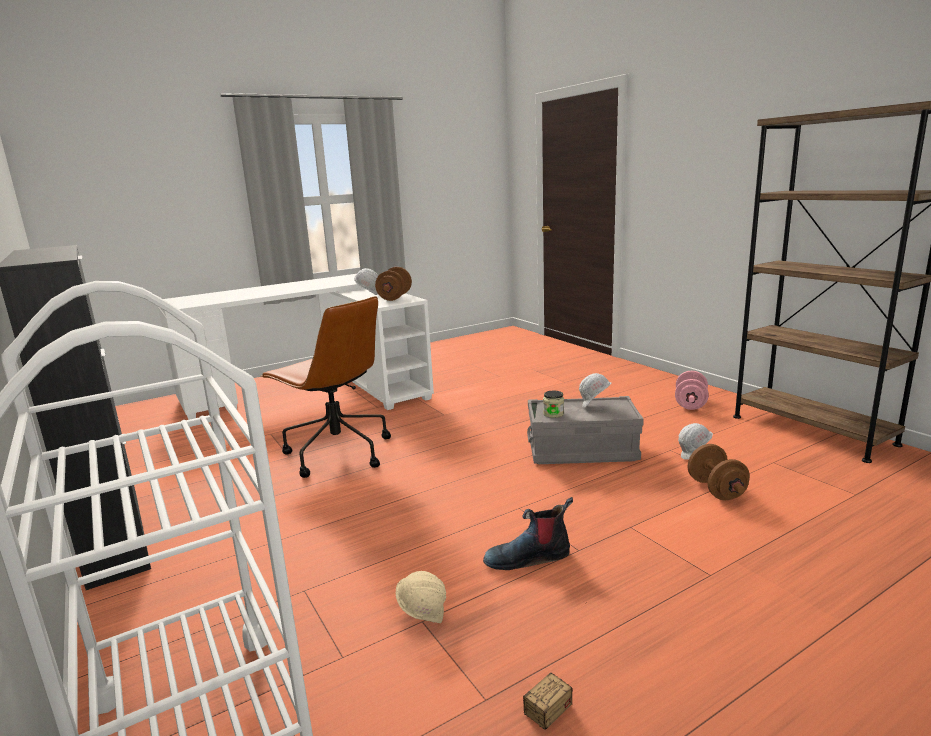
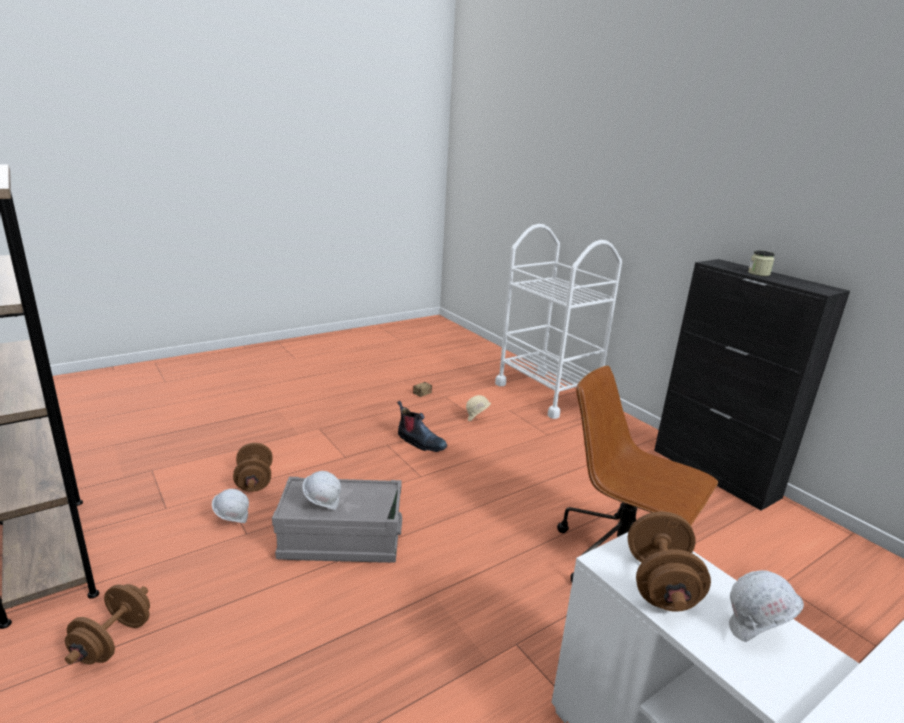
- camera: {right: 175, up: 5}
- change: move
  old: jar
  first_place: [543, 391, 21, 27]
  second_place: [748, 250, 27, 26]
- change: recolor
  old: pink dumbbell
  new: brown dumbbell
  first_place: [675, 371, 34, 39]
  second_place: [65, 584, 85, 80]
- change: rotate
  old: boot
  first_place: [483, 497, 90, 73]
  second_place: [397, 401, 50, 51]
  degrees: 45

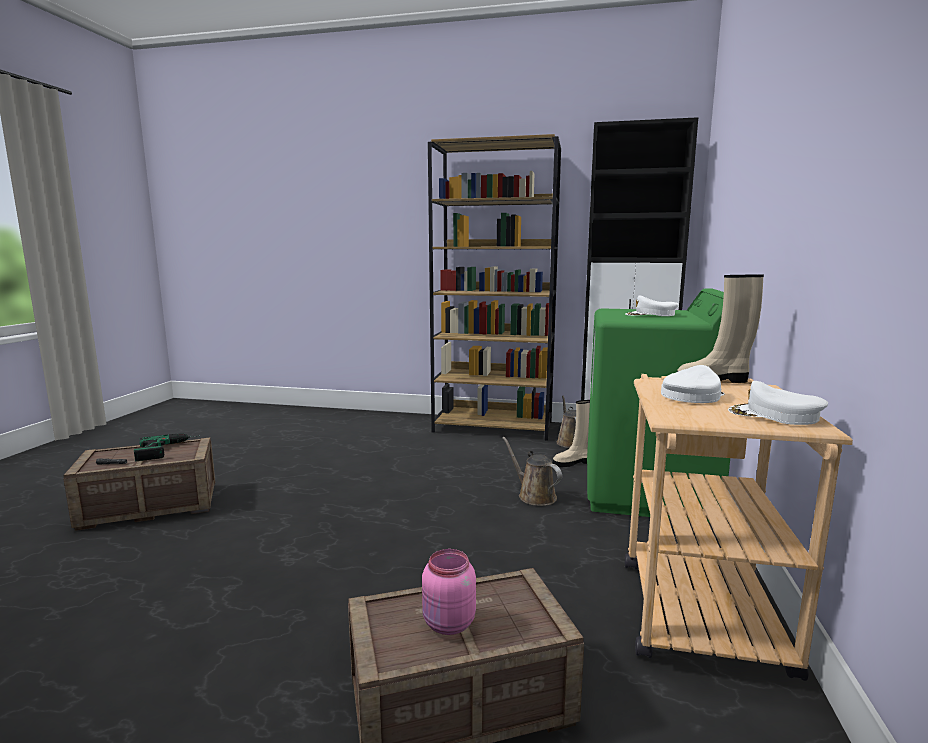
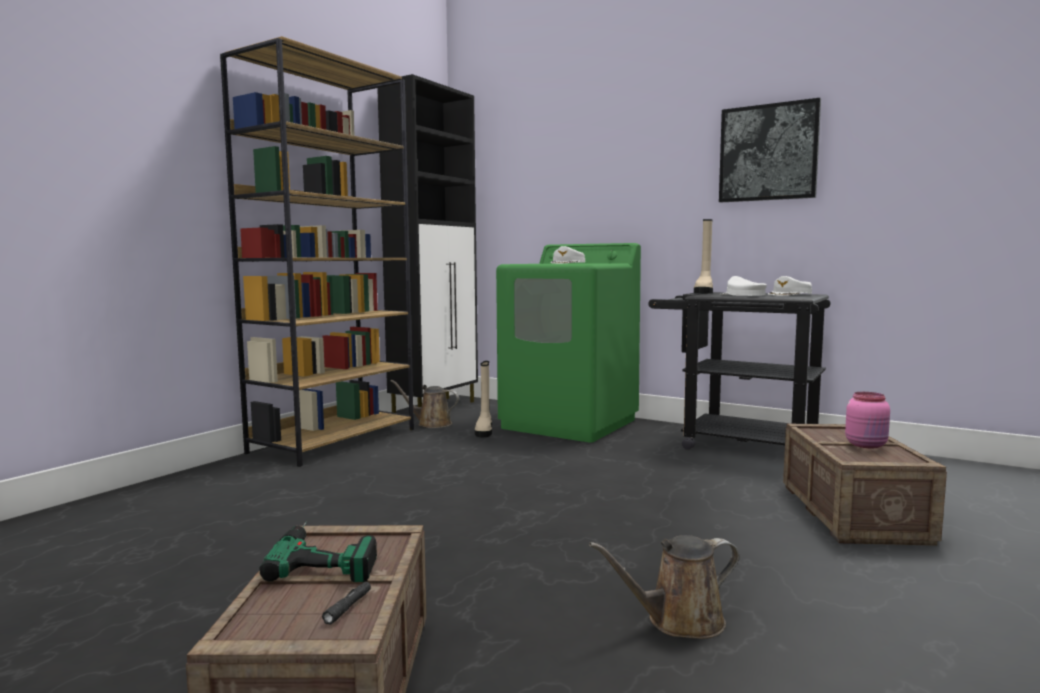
- camera: {right: -70, up: -5}
- change: insert
  new: picture
  second_place: [719, 98, 102, 105]
- change: move
  old: brown watering can
  first_place: [502, 437, 60, 69]
  second_place: [589, 535, 150, 104]
- change: recolor
  old: beige cart
  new: black cart
  first_place: [625, 374, 228, 307]
  second_place: [648, 292, 183, 158]

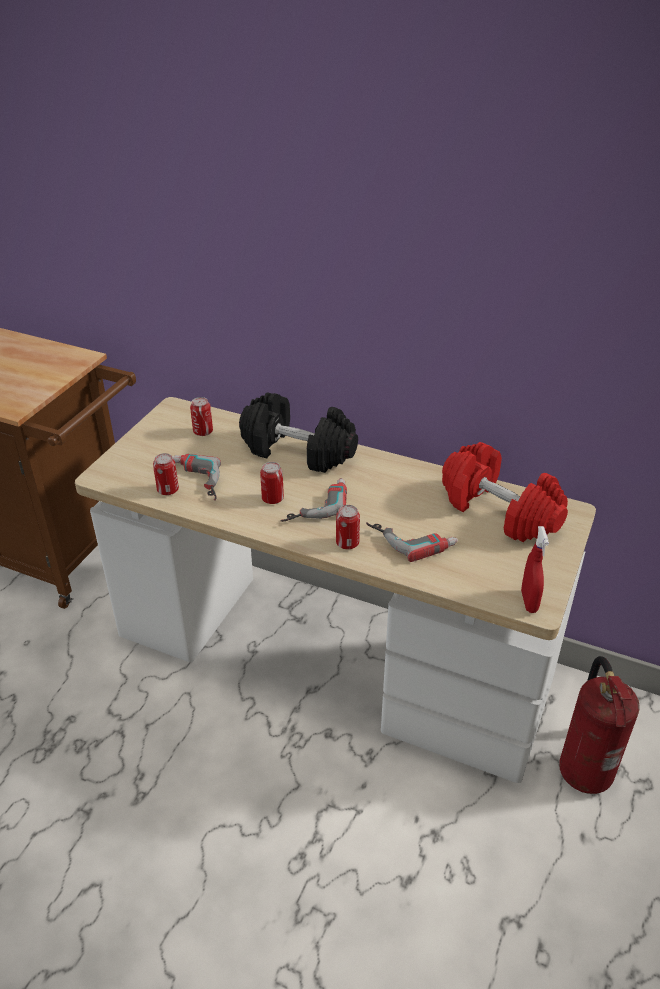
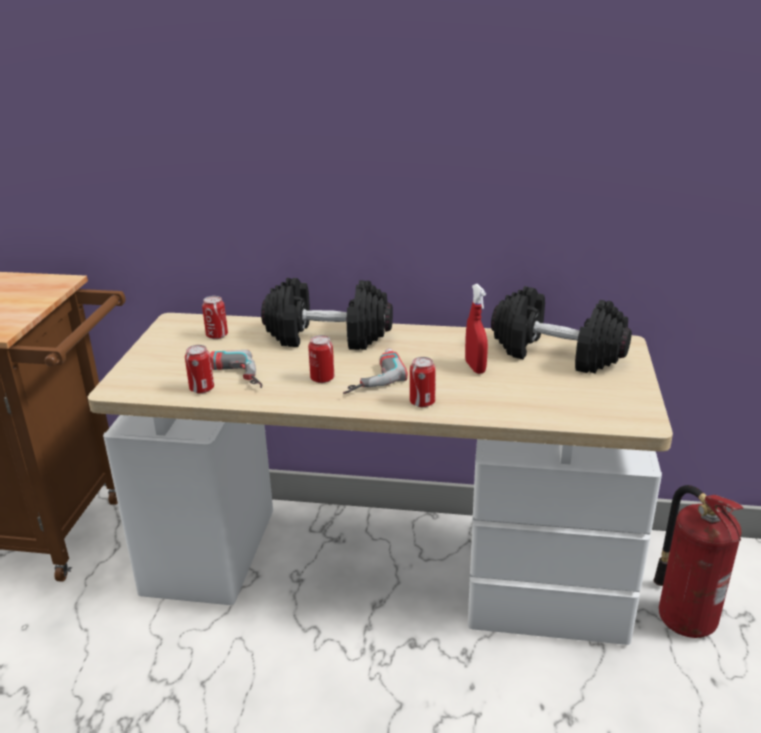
- camera: {right: -15, up: -10}
- change: delete
  old: power drill
  first_place: [366, 522, 92, 40]
- change: move
  old: red spray bottle
  first_place: [521, 526, 28, 87]
  second_place: [465, 284, 23, 90]
- change: recolor
  old: red dumbbell
  new: black dumbbell
  first_place: [442, 442, 126, 100]
  second_place: [491, 286, 141, 87]

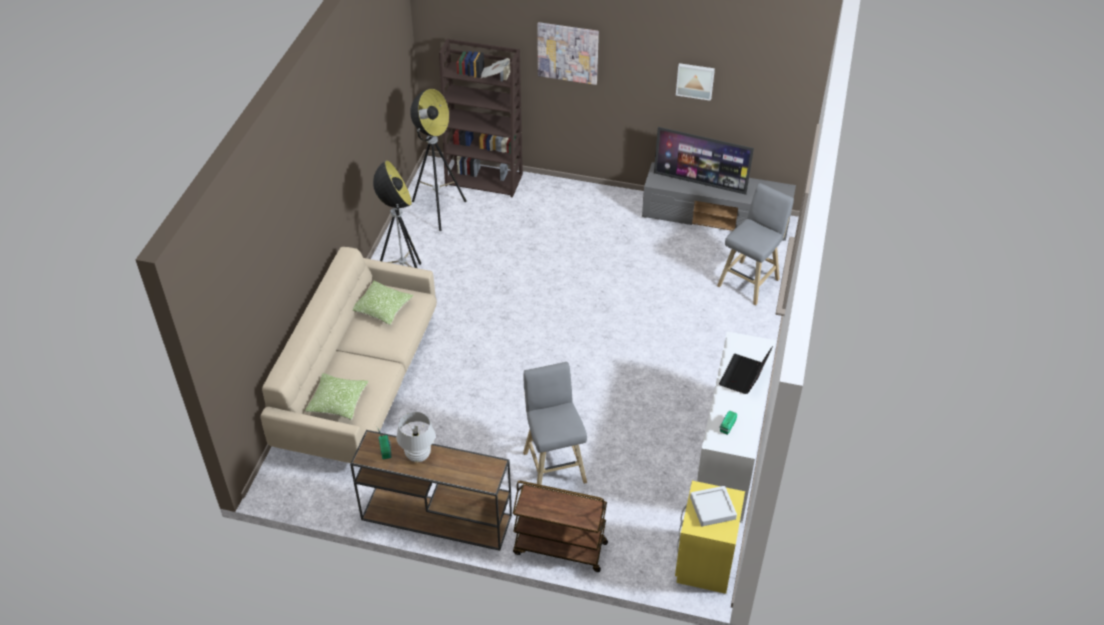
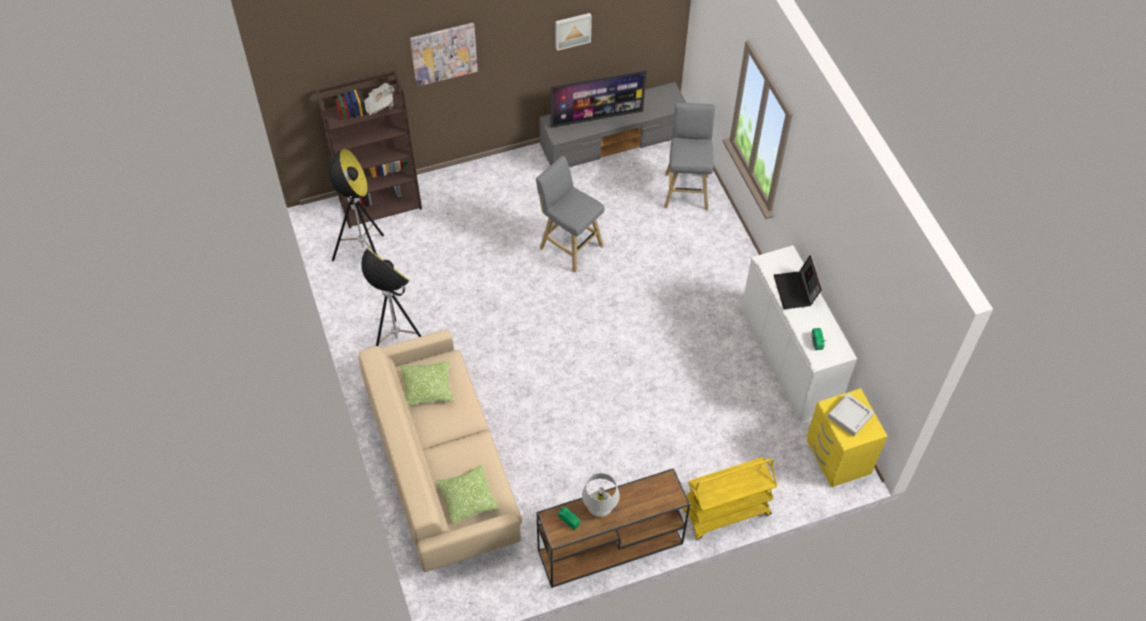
- camera: {right: -35, up: 10}
- change: move
  old: grey stool
  first_place: [523, 362, 64, 126]
  second_place: [536, 156, 69, 117]
- change: recolor
  old: brown cart
  new: yellow cart
  first_place: [513, 481, 95, 91]
  second_place: [683, 457, 94, 82]

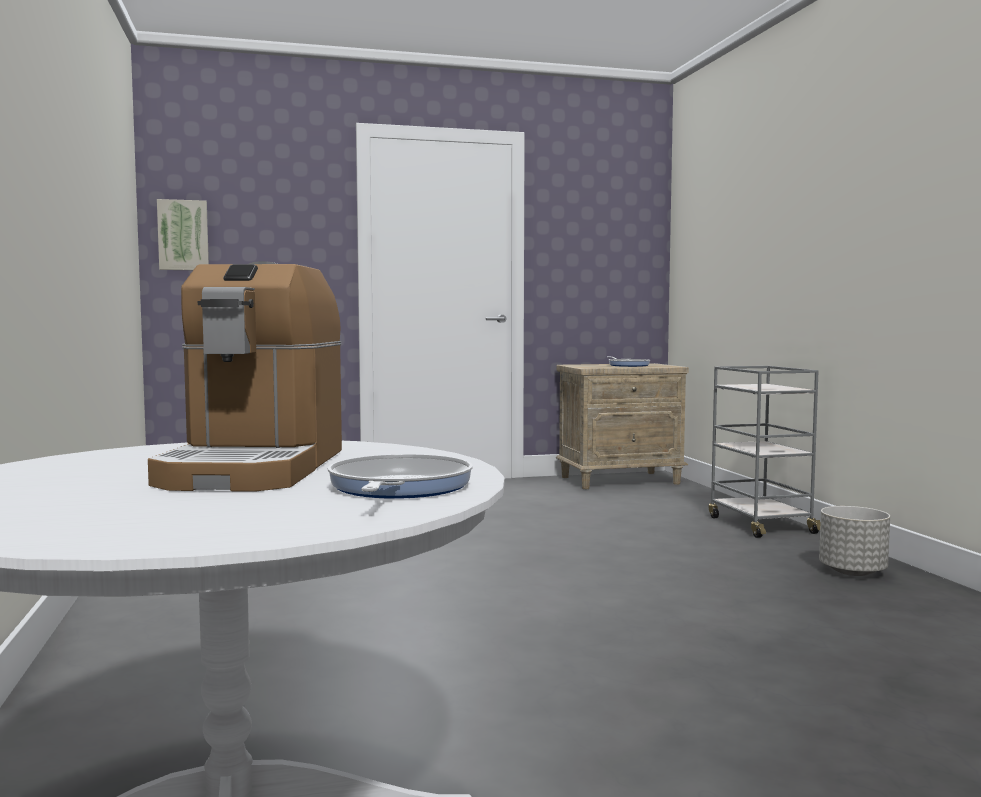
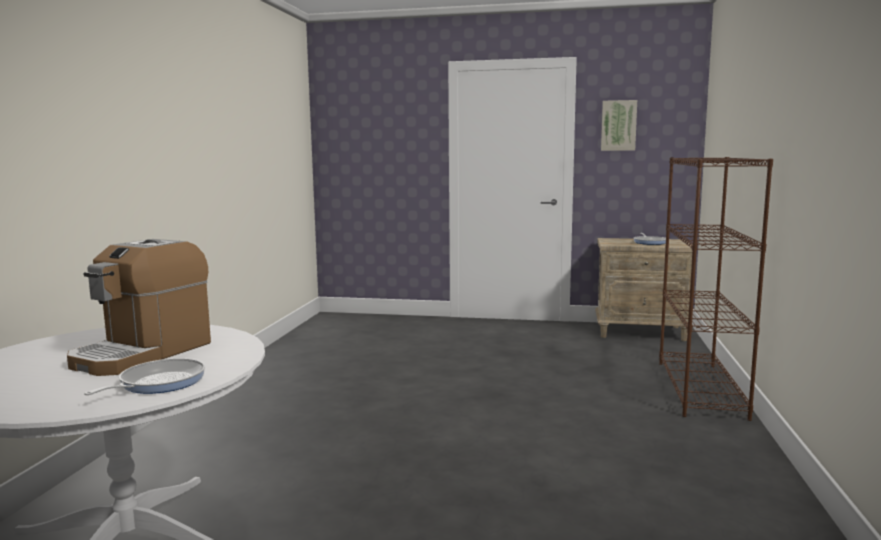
- camera: {right: 25, up: 5}
- change: delete
  old: grey planter
  first_place: [819, 506, 71, 70]
- change: move
  old: picture
  first_place: [157, 199, 52, 71]
  second_place: [601, 100, 36, 51]
- change: replace
  old: grey cart
  new: brown bookcase
  first_place: [709, 366, 111, 172]
  second_place: [659, 157, 114, 264]

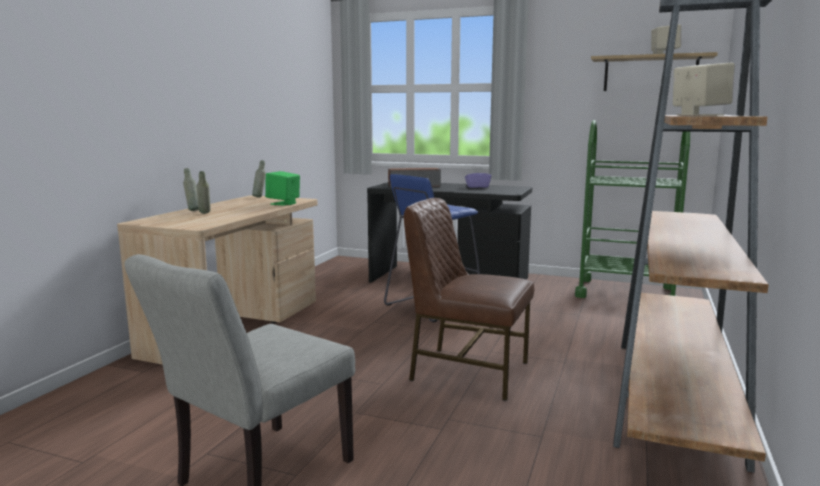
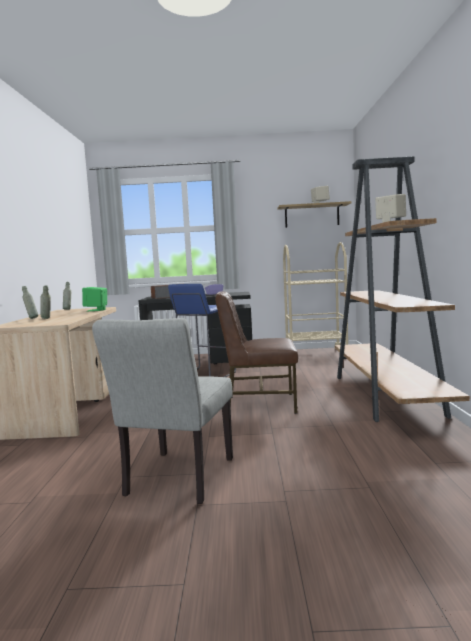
- camera: {right: -20, up: -5}
- change: recolor
  old: green cart
  new: beige cart
  first_place: [575, 120, 115, 178]
  second_place: [283, 242, 65, 103]

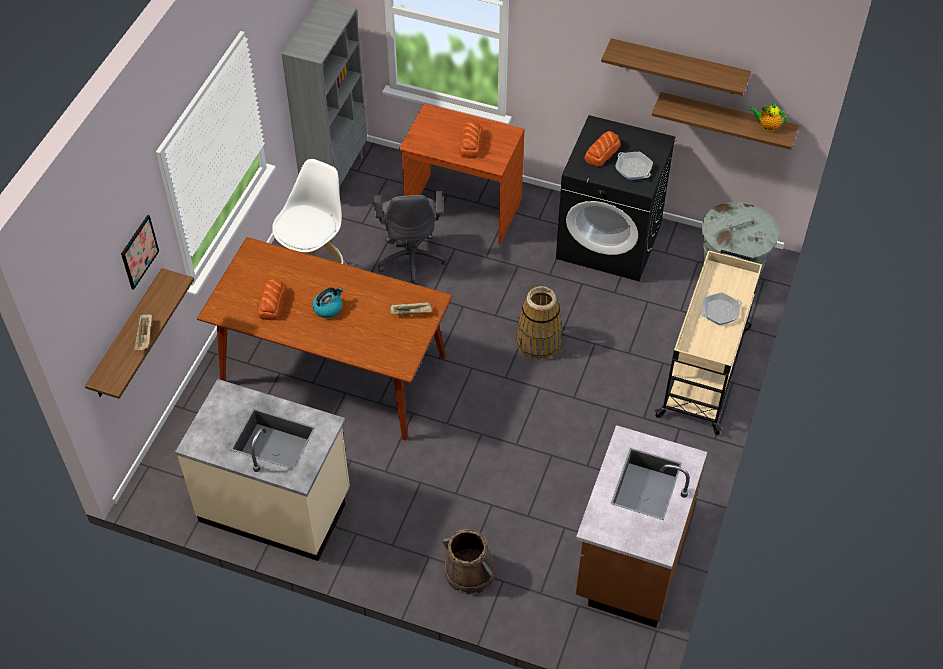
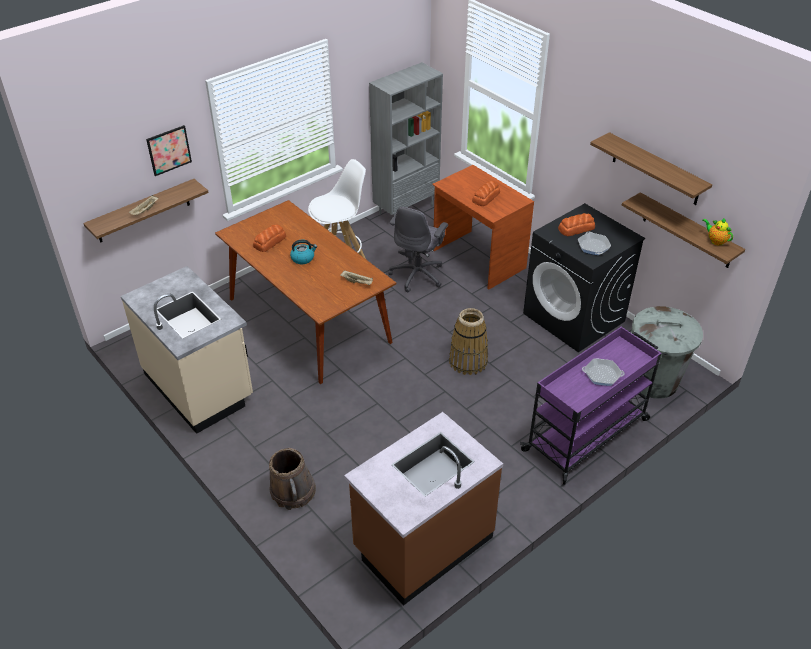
- camera: {right: 30, up: -10}
- change: recolor
  old: beige cart
  new: purple cart
  first_place: [655, 250, 107, 185]
  second_place: [520, 327, 142, 158]

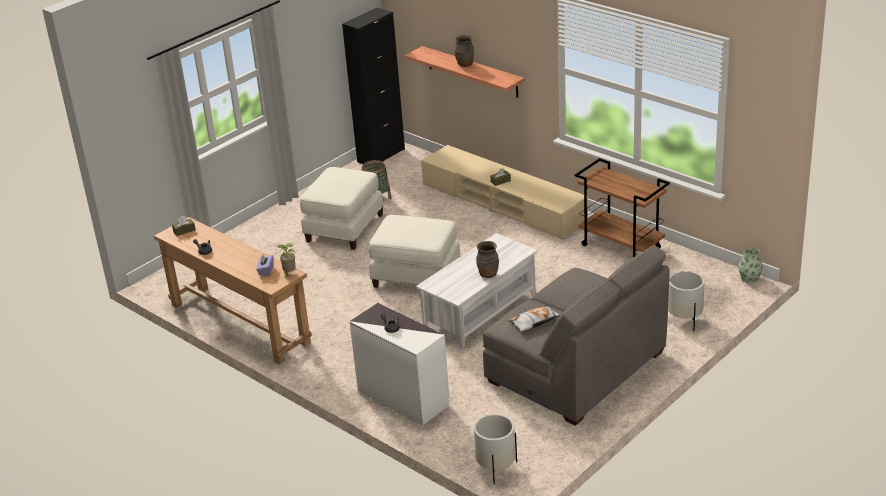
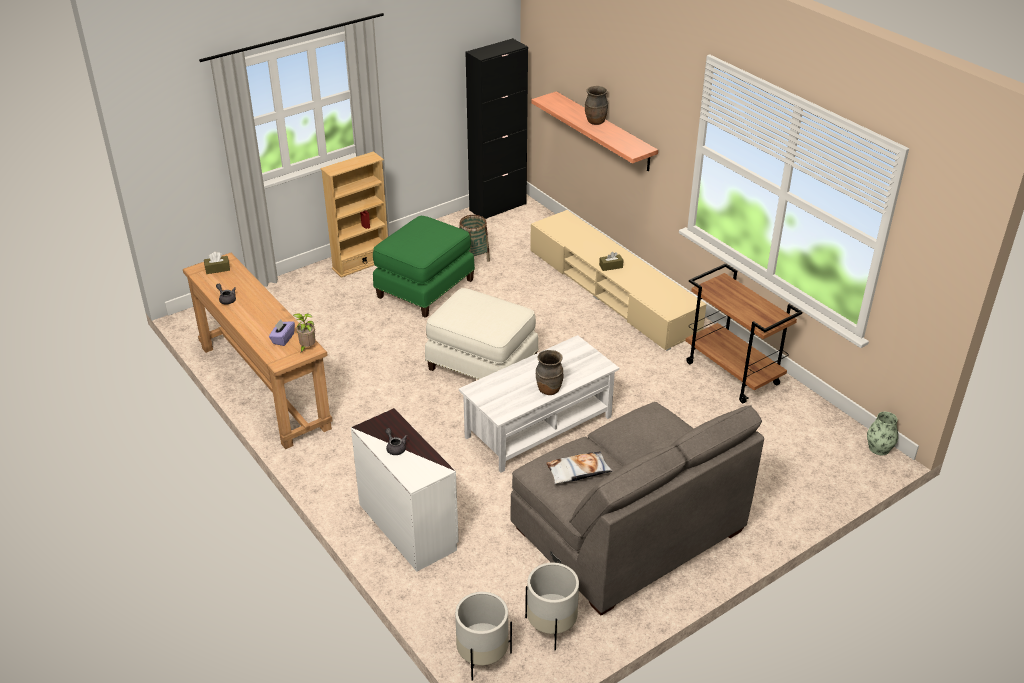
- camera: {right: 10, up: 5}
- change: insert
  new: beige bookcase
  second_place: [320, 151, 68, 127]
- change: move
  old: white planter
  first_place: [668, 271, 37, 60]
  second_place: [525, 563, 54, 87]
- change: recolor
  old: white ottoman
  new: green ottoman
  first_place: [300, 167, 83, 83]
  second_place: [373, 216, 102, 102]

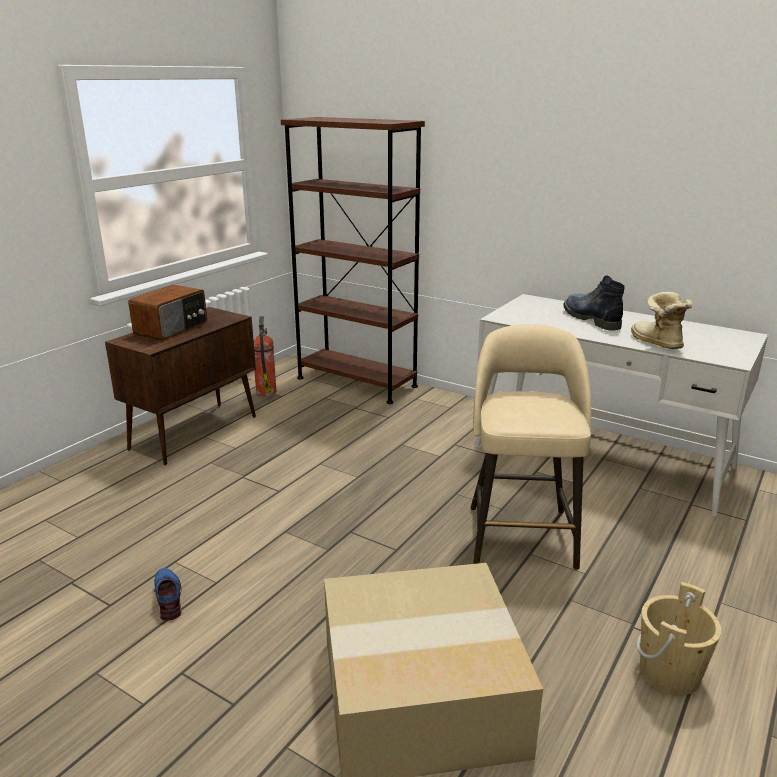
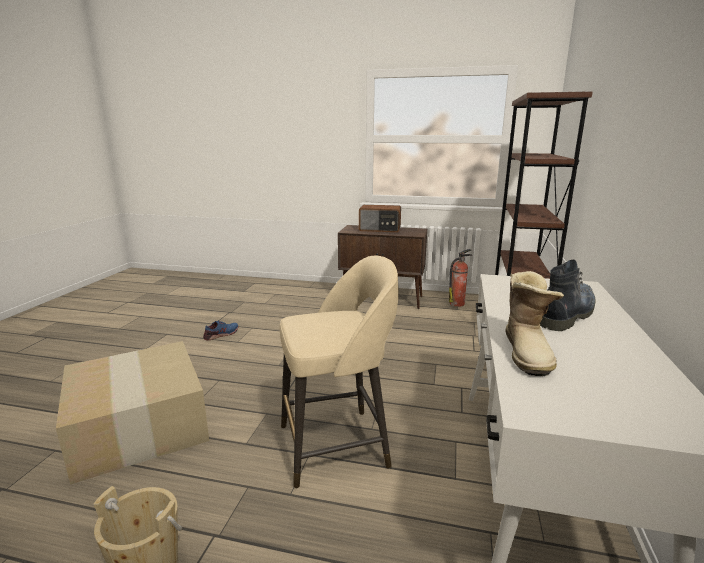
- camera: {right: 70, up: -5}
- change: rotate
  old: boot
  first_place: [631, 292, 61, 57]
  second_place: [506, 271, 58, 105]
  degrees: 135

